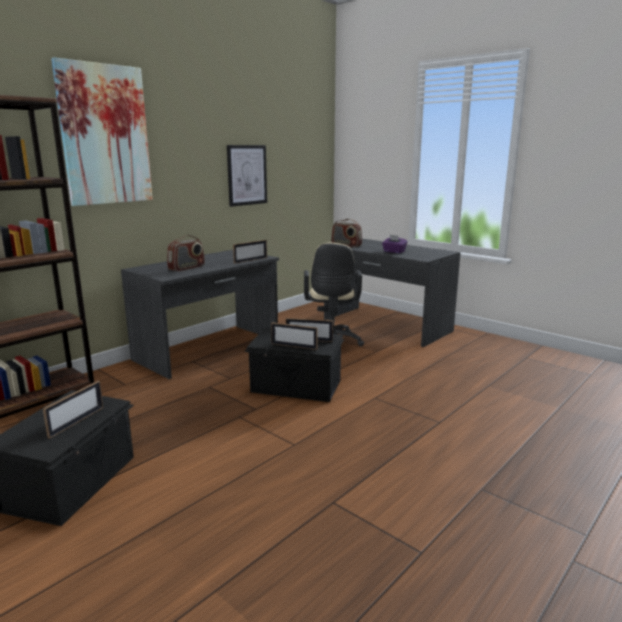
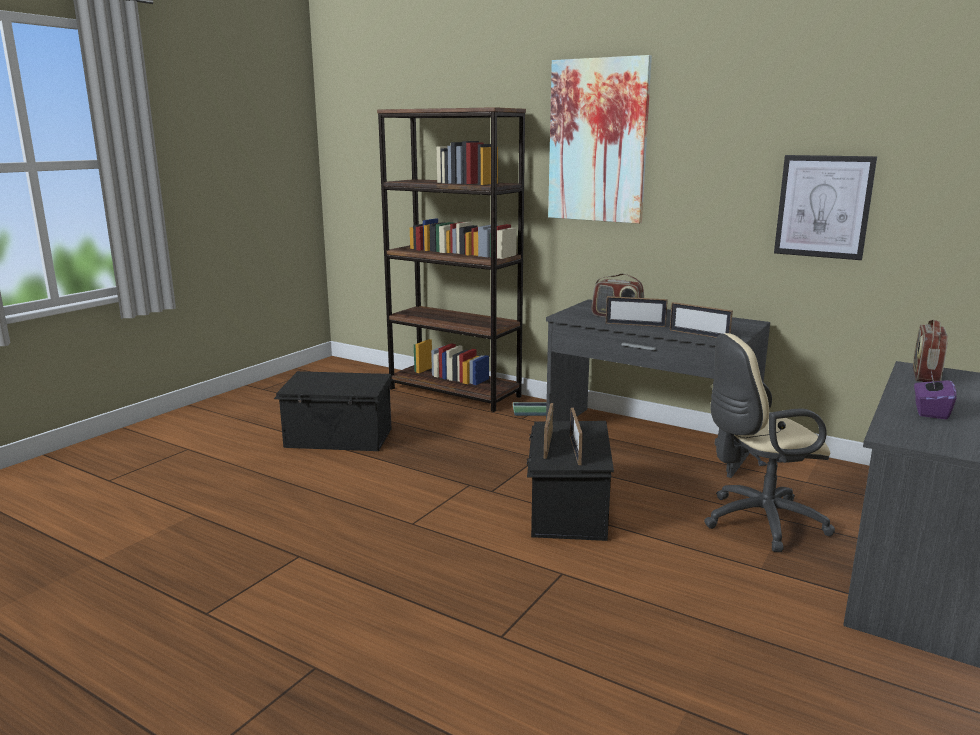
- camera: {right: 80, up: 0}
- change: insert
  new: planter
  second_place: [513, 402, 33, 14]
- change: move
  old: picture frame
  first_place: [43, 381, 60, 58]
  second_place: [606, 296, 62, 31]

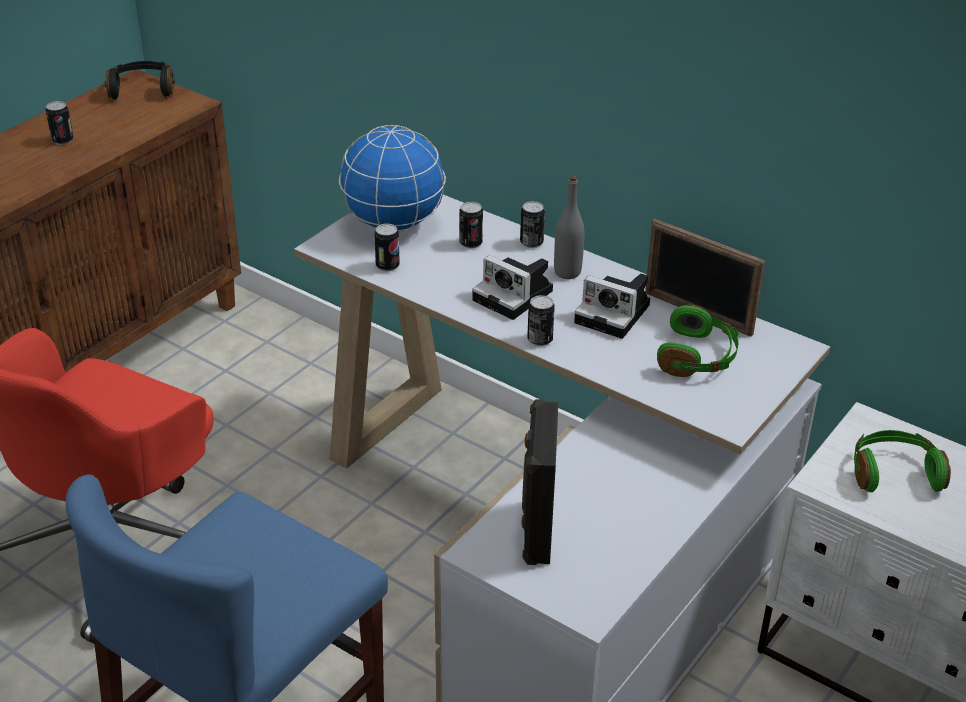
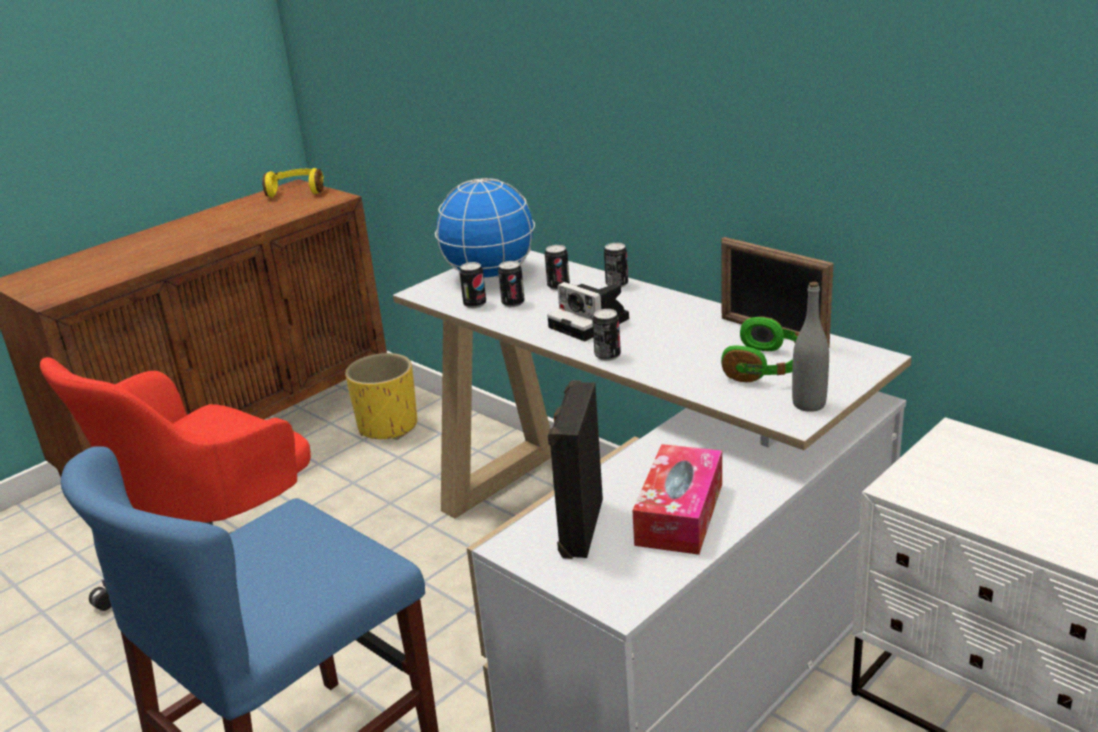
- camera: {right: 10, up: -10}
- change: delete
  old: photo camera
  first_place: [574, 274, 76, 65]
- change: delete
  old: green headphones
  first_place: [854, 430, 97, 62]
- change: insert
  new: yellow planter
  second_place: [345, 353, 72, 87]
- change: insert
  new: tissue box
  second_place: [632, 444, 90, 111]
- change: move
  old: can
  first_place: [45, 101, 29, 44]
  second_place: [498, 261, 27, 46]
- change: move
  old: grey bottle
  first_place: [554, 176, 30, 103]
  second_place: [792, 282, 37, 130]
- change: recolor
  old: black headphones
  new: yellow headphones
  first_place: [105, 61, 70, 39]
  second_place: [262, 168, 62, 30]

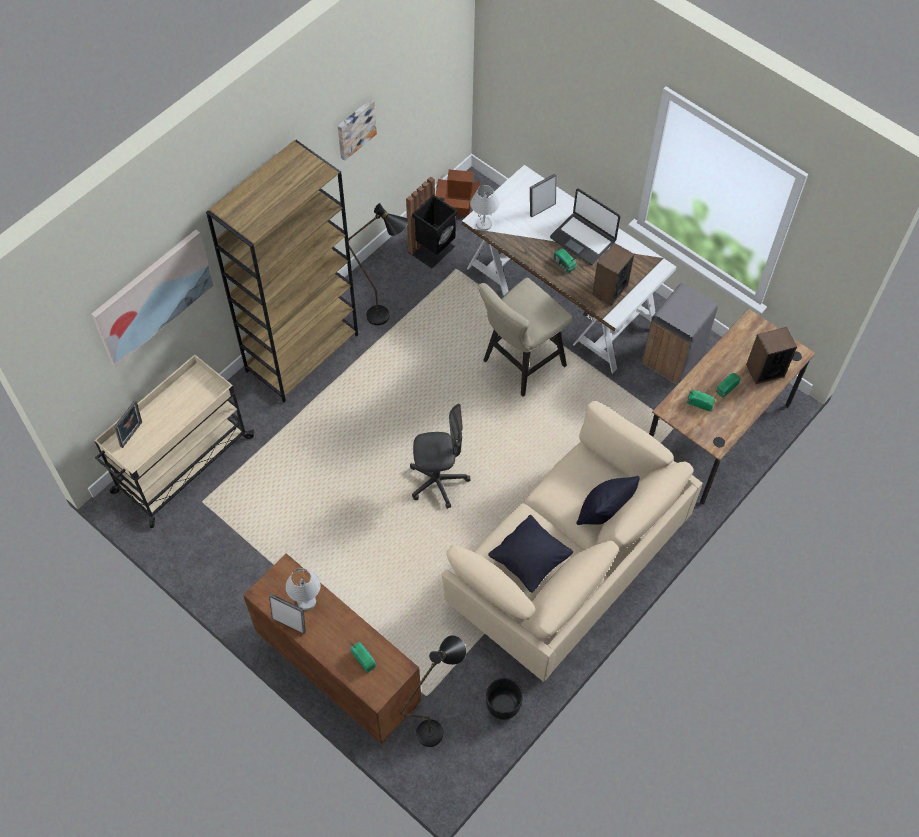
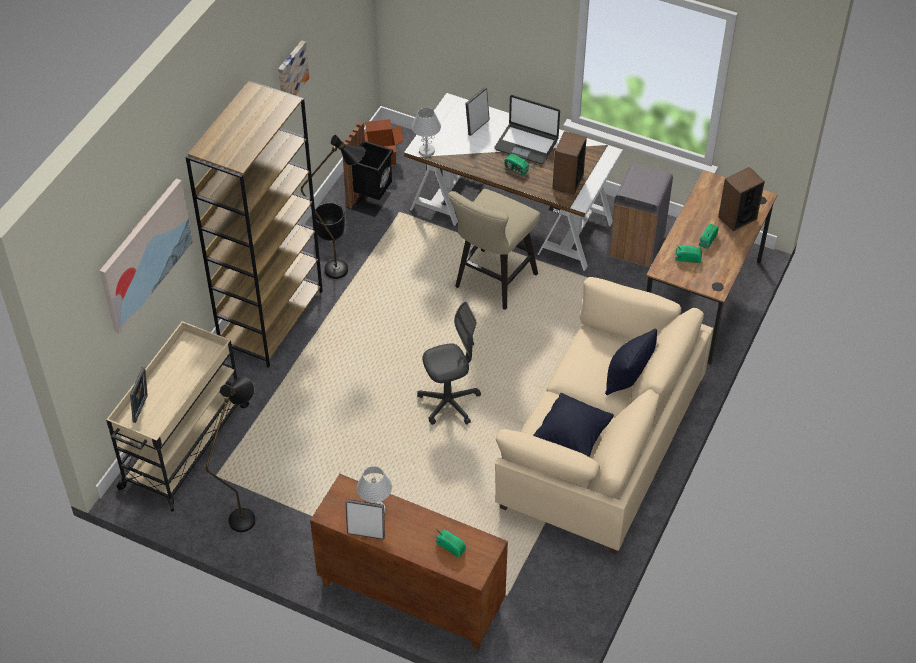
- camera: {right: -15, up: -10}
- change: move
  old: black floor lamp
  first_place: [400, 635, 66, 112]
  second_place: [206, 377, 50, 155]
- change: move
  old: black planter
  first_place: [486, 678, 37, 42]
  second_place: [315, 203, 30, 38]

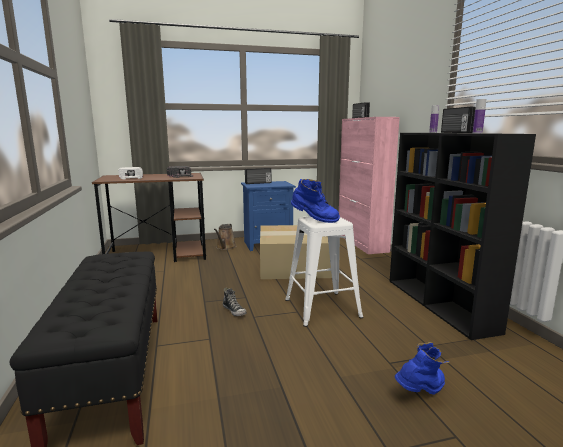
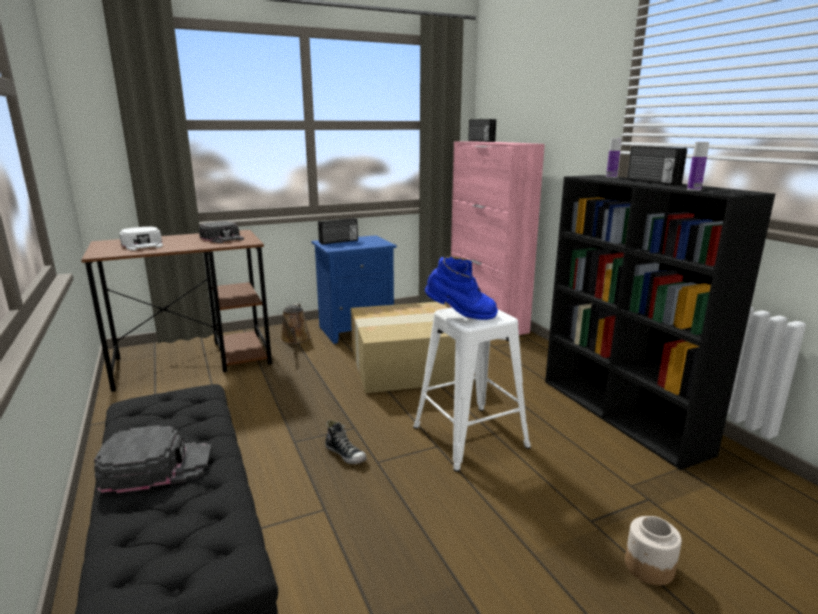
- camera: {right: -10, up: 5}
- change: insert
  new: black cap
  second_place: [94, 425, 118, 68]
- change: replace
  old: blue boot
  new: jar
  first_place: [395, 342, 55, 53]
  second_place: [625, 516, 57, 69]

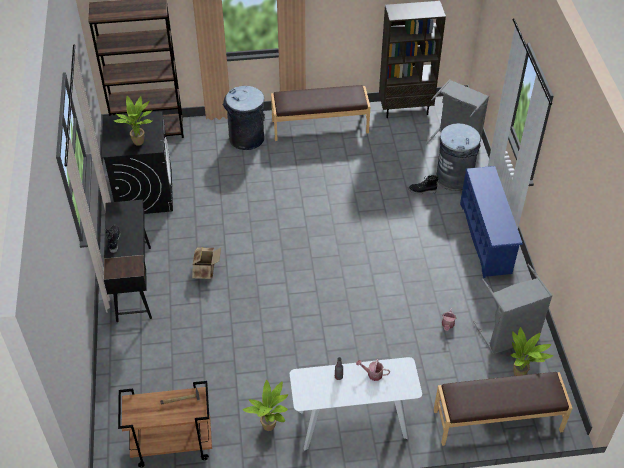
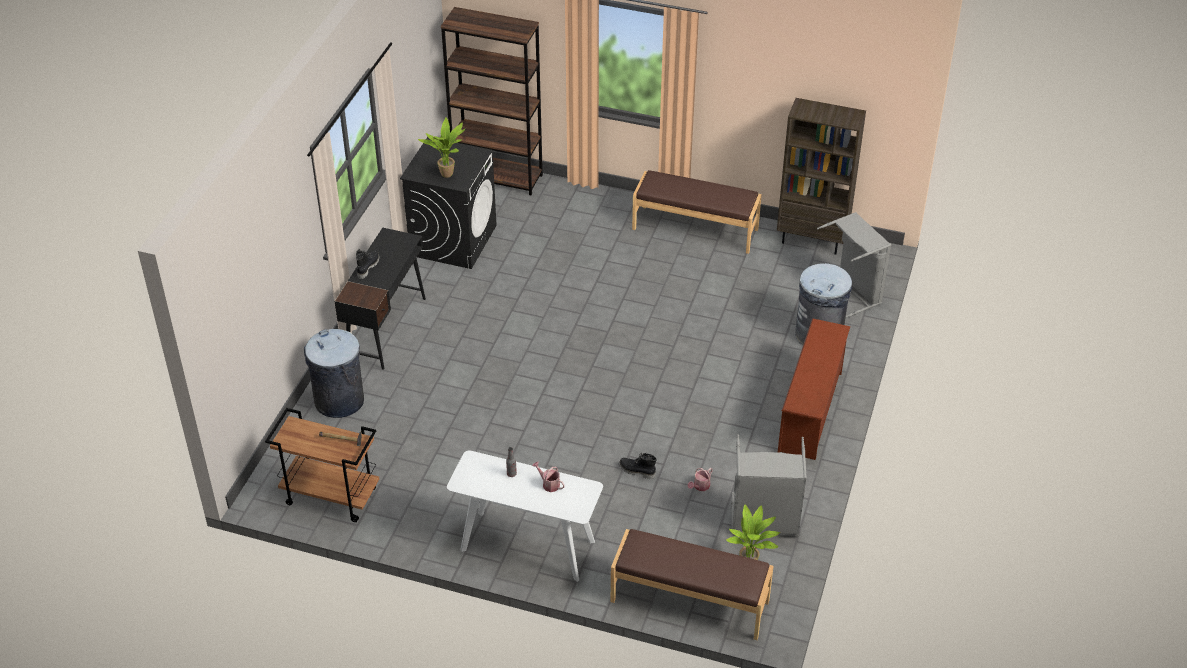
- camera: {right: 25, up: -5}
- change: delete
  old: cardboard box
  first_place: [192, 247, 29, 32]
- change: delete
  old: potted plant
  first_place: [242, 380, 46, 51]
- change: move
  old: grey trash can
  first_place: [223, 86, 42, 64]
  second_place: [304, 329, 60, 89]
- change: move
  old: black boot
  first_place: [409, 175, 30, 19]
  second_place: [619, 453, 38, 26]
- change: recolor
  old: blue shoe rack
  new: brown shoe rack
  first_place: [460, 166, 63, 112]
  second_place: [777, 318, 73, 142]

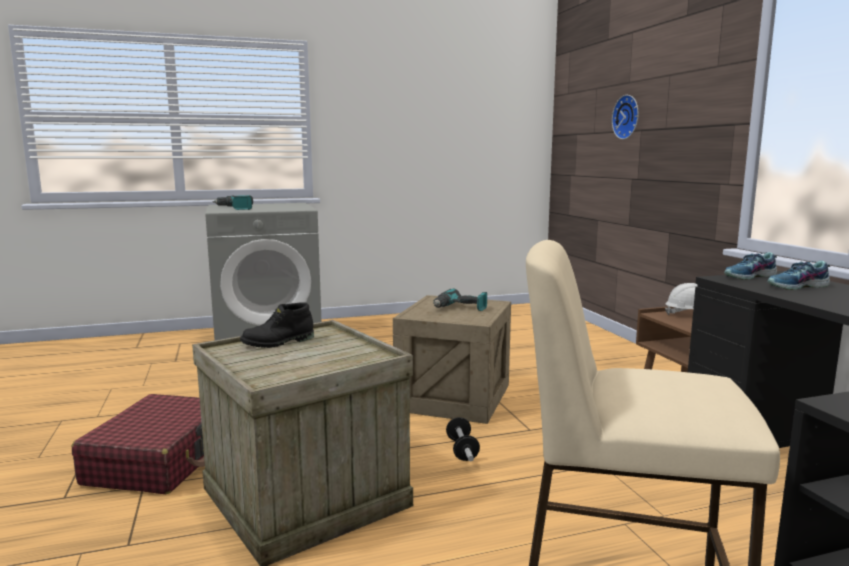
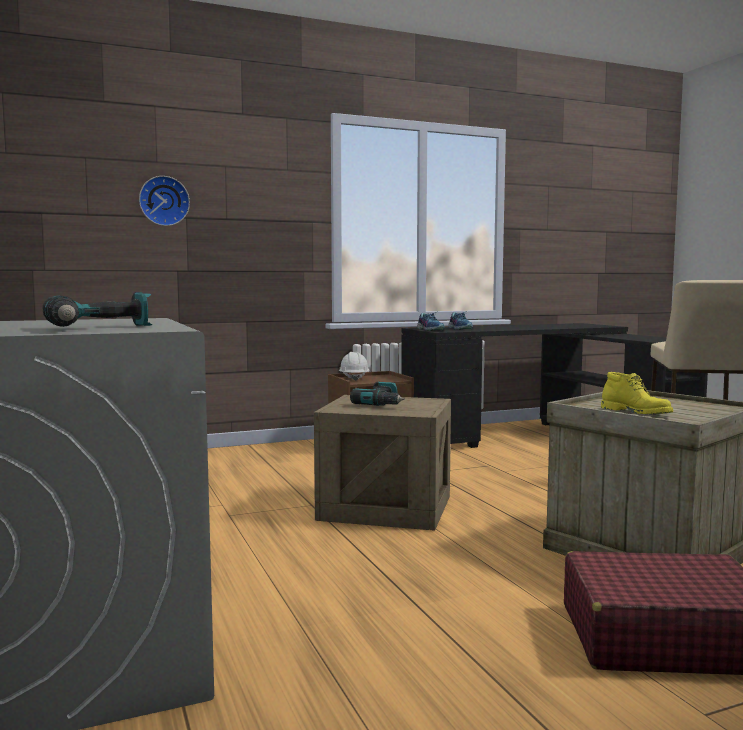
- camera: {right: -95, up: -5}
- change: delete
  old: dumbbell
  first_place: [446, 417, 34, 44]
- change: recolor
  old: black boot
  new: yellow boot
  first_place: [240, 302, 74, 46]
  second_place: [601, 372, 72, 42]

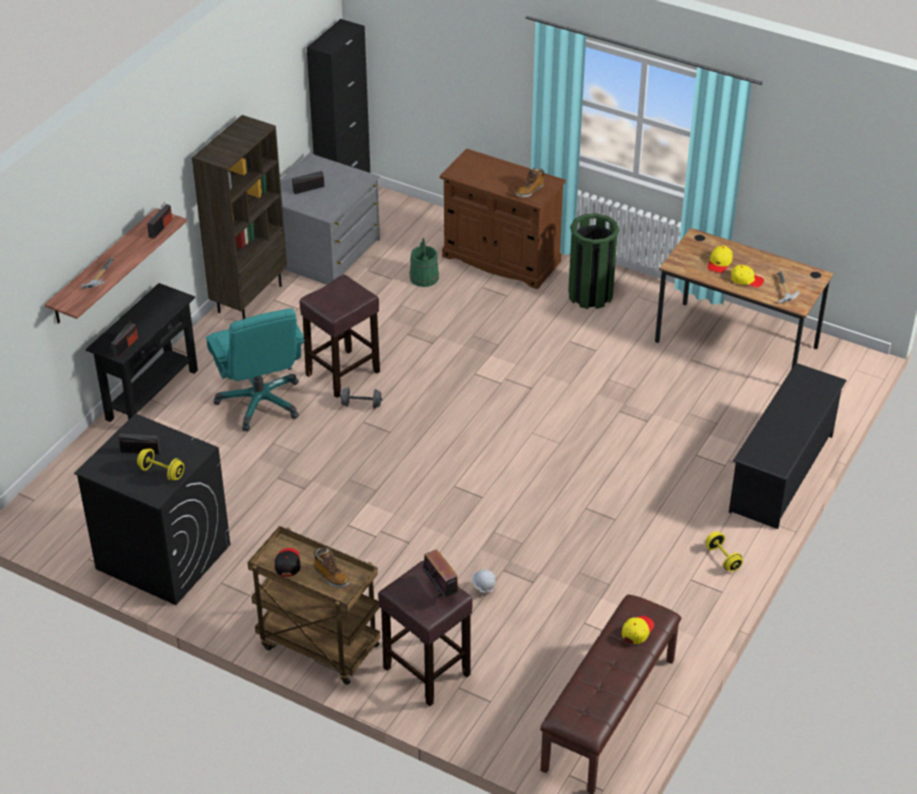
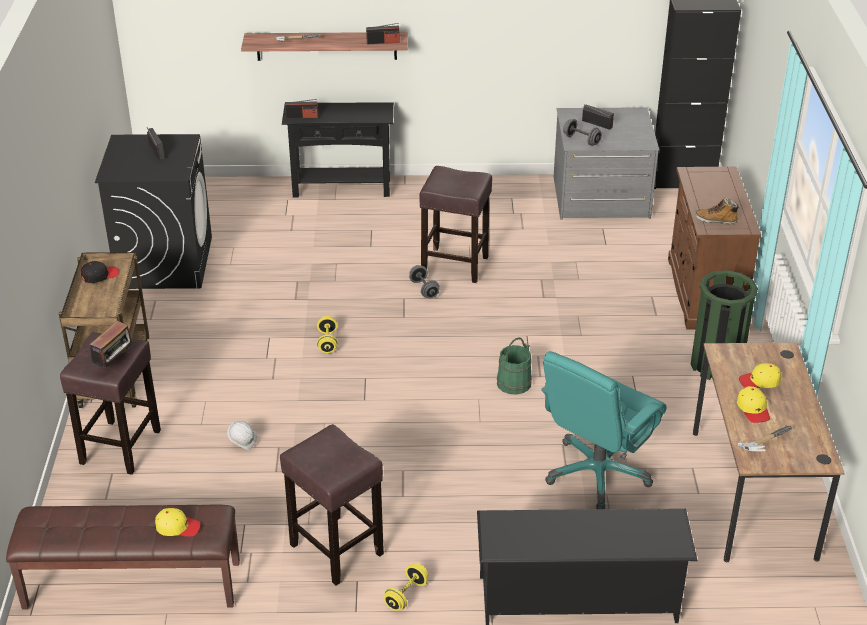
- camera: {right: 60, up: -5}
- change: delete
  old: brown bookcase
  first_place: [192, 115, 95, 204]
- change: delete
  old: boot
  first_place: [313, 548, 37, 40]
- change: insert
  new: brown stool
  second_place: [280, 424, 104, 162]
- change: insert
  new: grey dumbbell
  second_place: [563, 119, 39, 27]
- change: move
  old: yellow dumbbell
  first_place: [137, 448, 47, 33]
  second_place: [317, 316, 21, 37]
- change: move
  old: turquoise office chair
  first_place: [206, 309, 99, 122]
  second_place: [541, 351, 125, 158]
- change: move
  old: green bucket
  first_place: [410, 238, 29, 49]
  second_place: [497, 337, 35, 58]

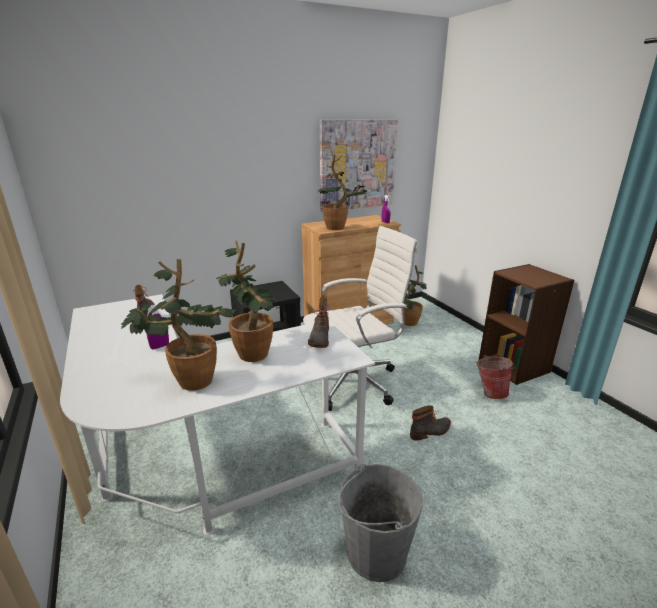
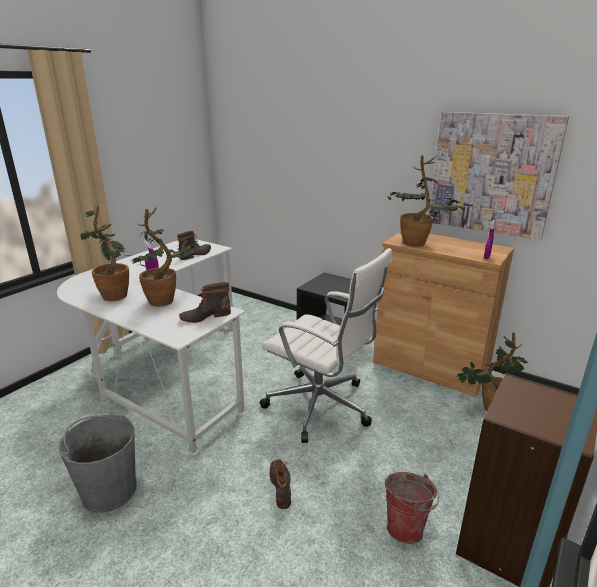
- camera: {right: 60, up: 0}
- change: rotate
  old: boot
  first_place: [410, 405, 41, 35]
  second_place: [270, 459, 21, 50]
  degrees: -135

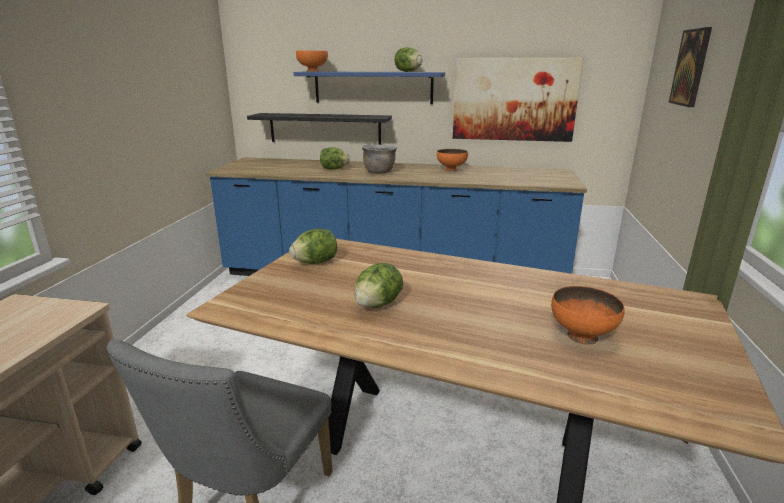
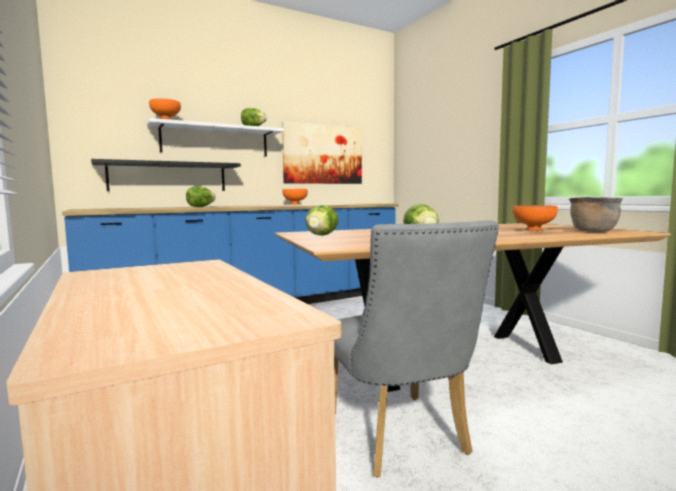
- camera: {right: -40, up: -15}
- change: delete
  old: picture
  first_place: [669, 27, 43, 80]
- change: move
  old: brown cooking pot
  first_place: [362, 145, 35, 29]
  second_place: [569, 197, 54, 35]
- change: recolor
  old: blue shelf
  new: white shelf
  first_place: [294, 71, 151, 33]
  second_place: [147, 118, 137, 38]

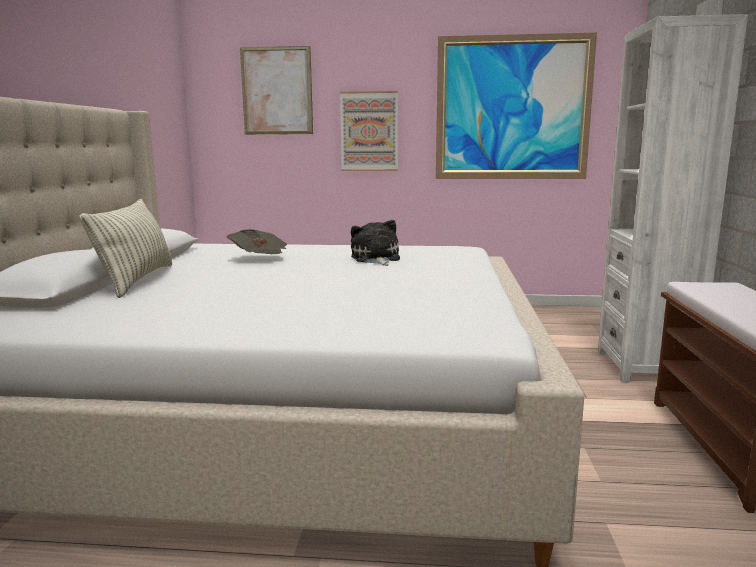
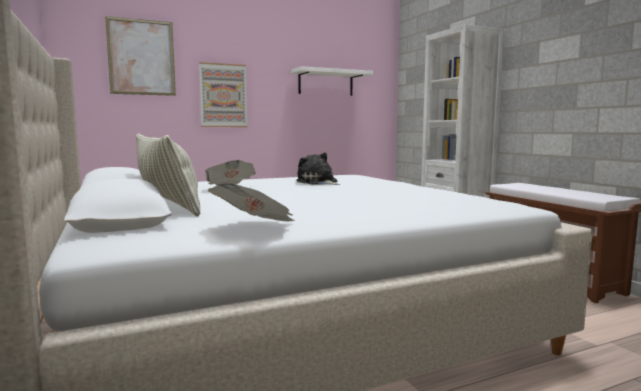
- camera: {right: -30, up: -5}
- change: insert
  new: newspaper
  second_place: [208, 183, 87, 38]
- change: replace
  old: picture
  new: white shelf
  first_place: [436, 32, 161, 147]
  second_place: [290, 66, 83, 30]

